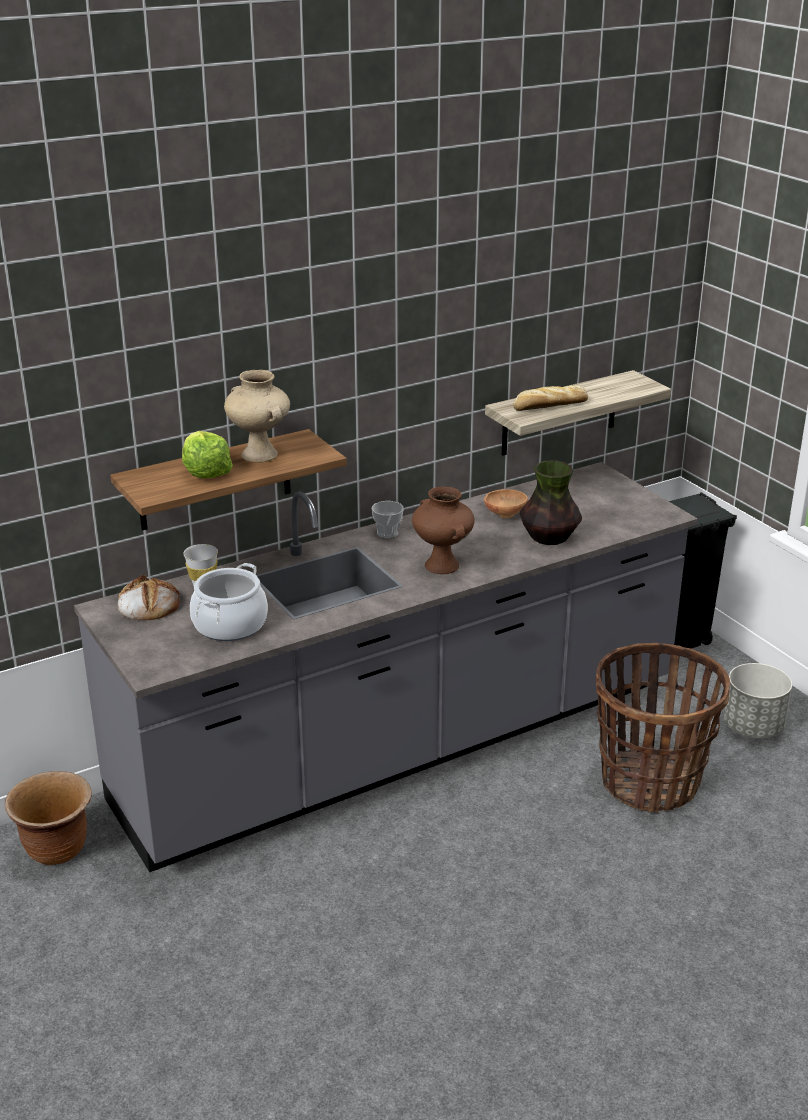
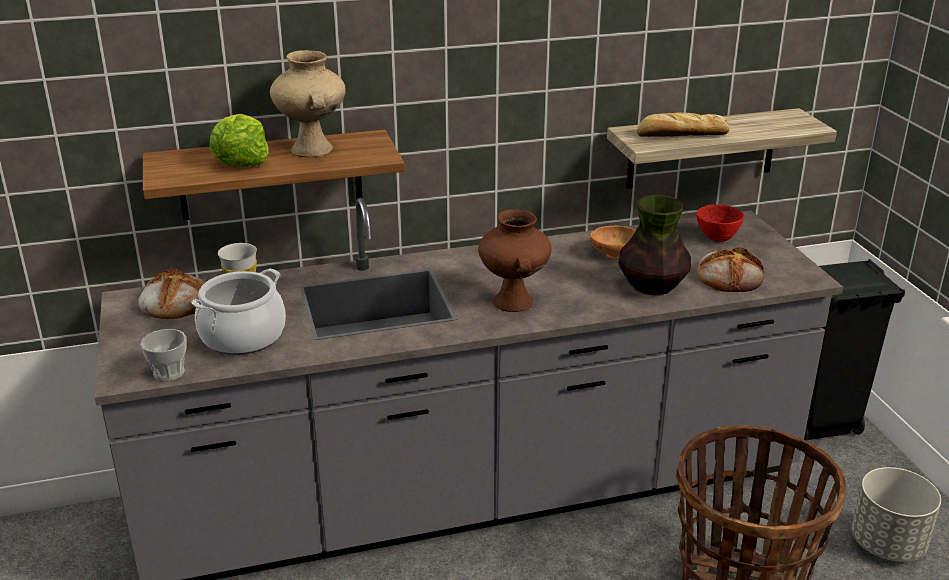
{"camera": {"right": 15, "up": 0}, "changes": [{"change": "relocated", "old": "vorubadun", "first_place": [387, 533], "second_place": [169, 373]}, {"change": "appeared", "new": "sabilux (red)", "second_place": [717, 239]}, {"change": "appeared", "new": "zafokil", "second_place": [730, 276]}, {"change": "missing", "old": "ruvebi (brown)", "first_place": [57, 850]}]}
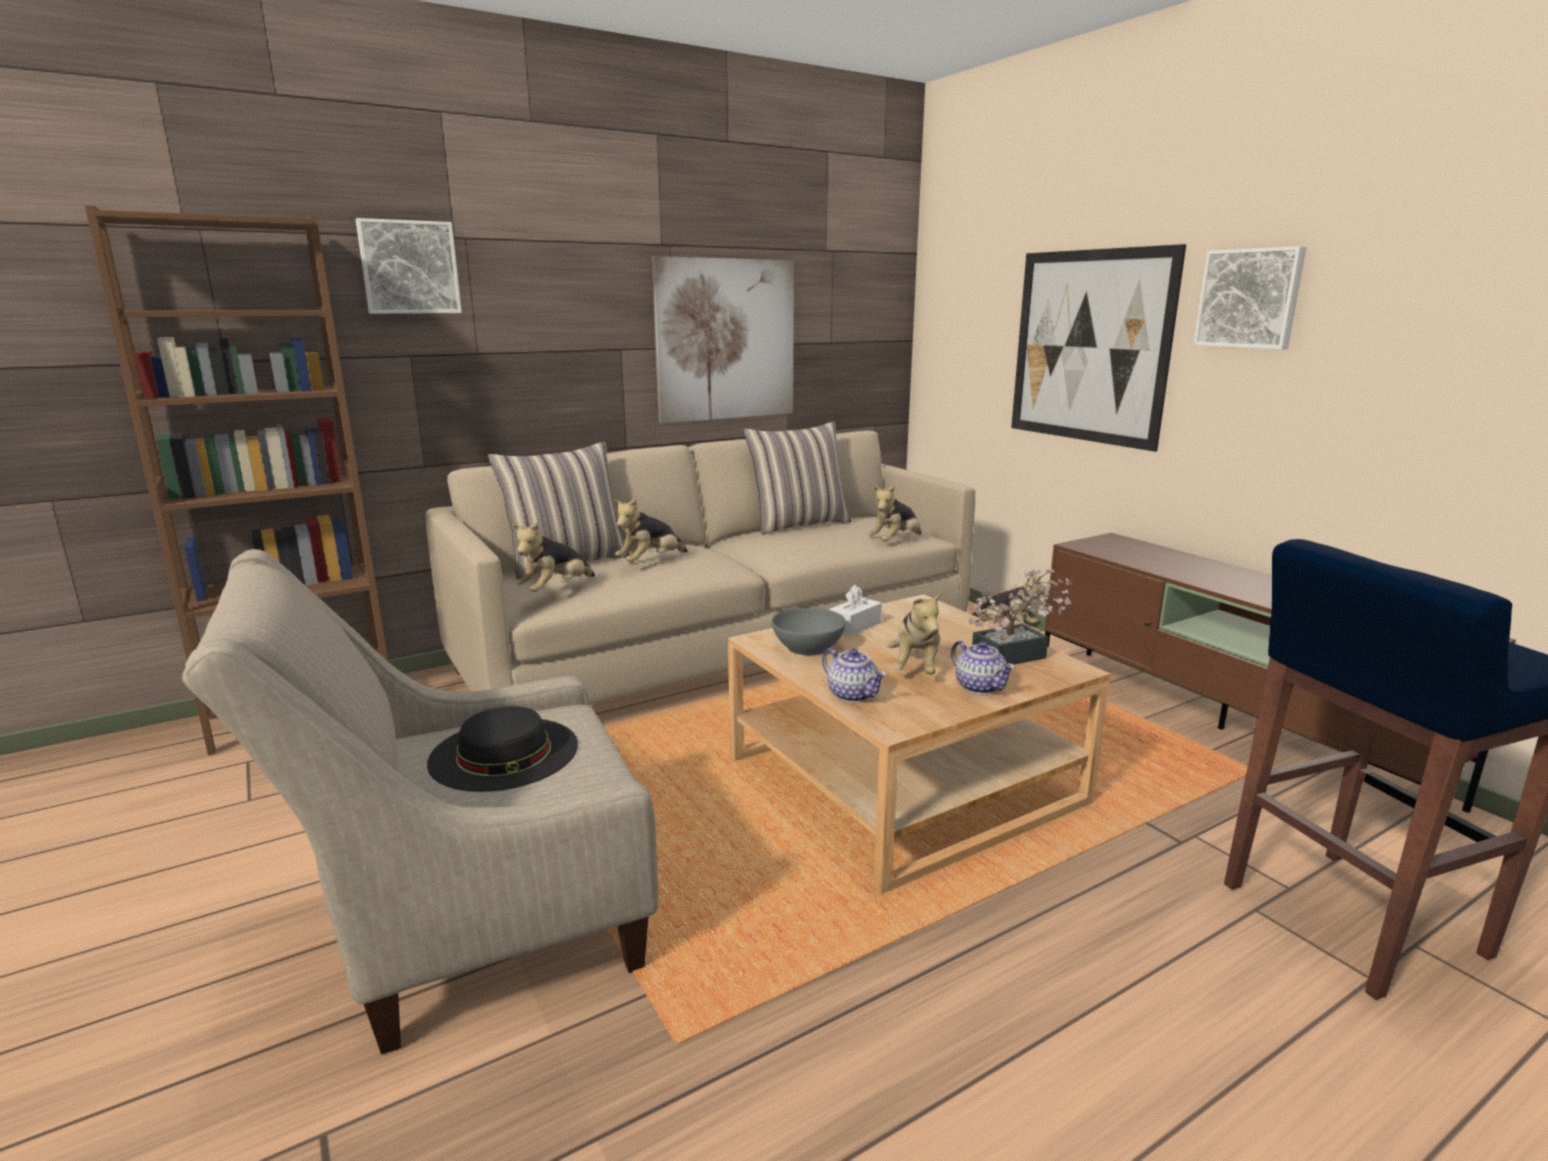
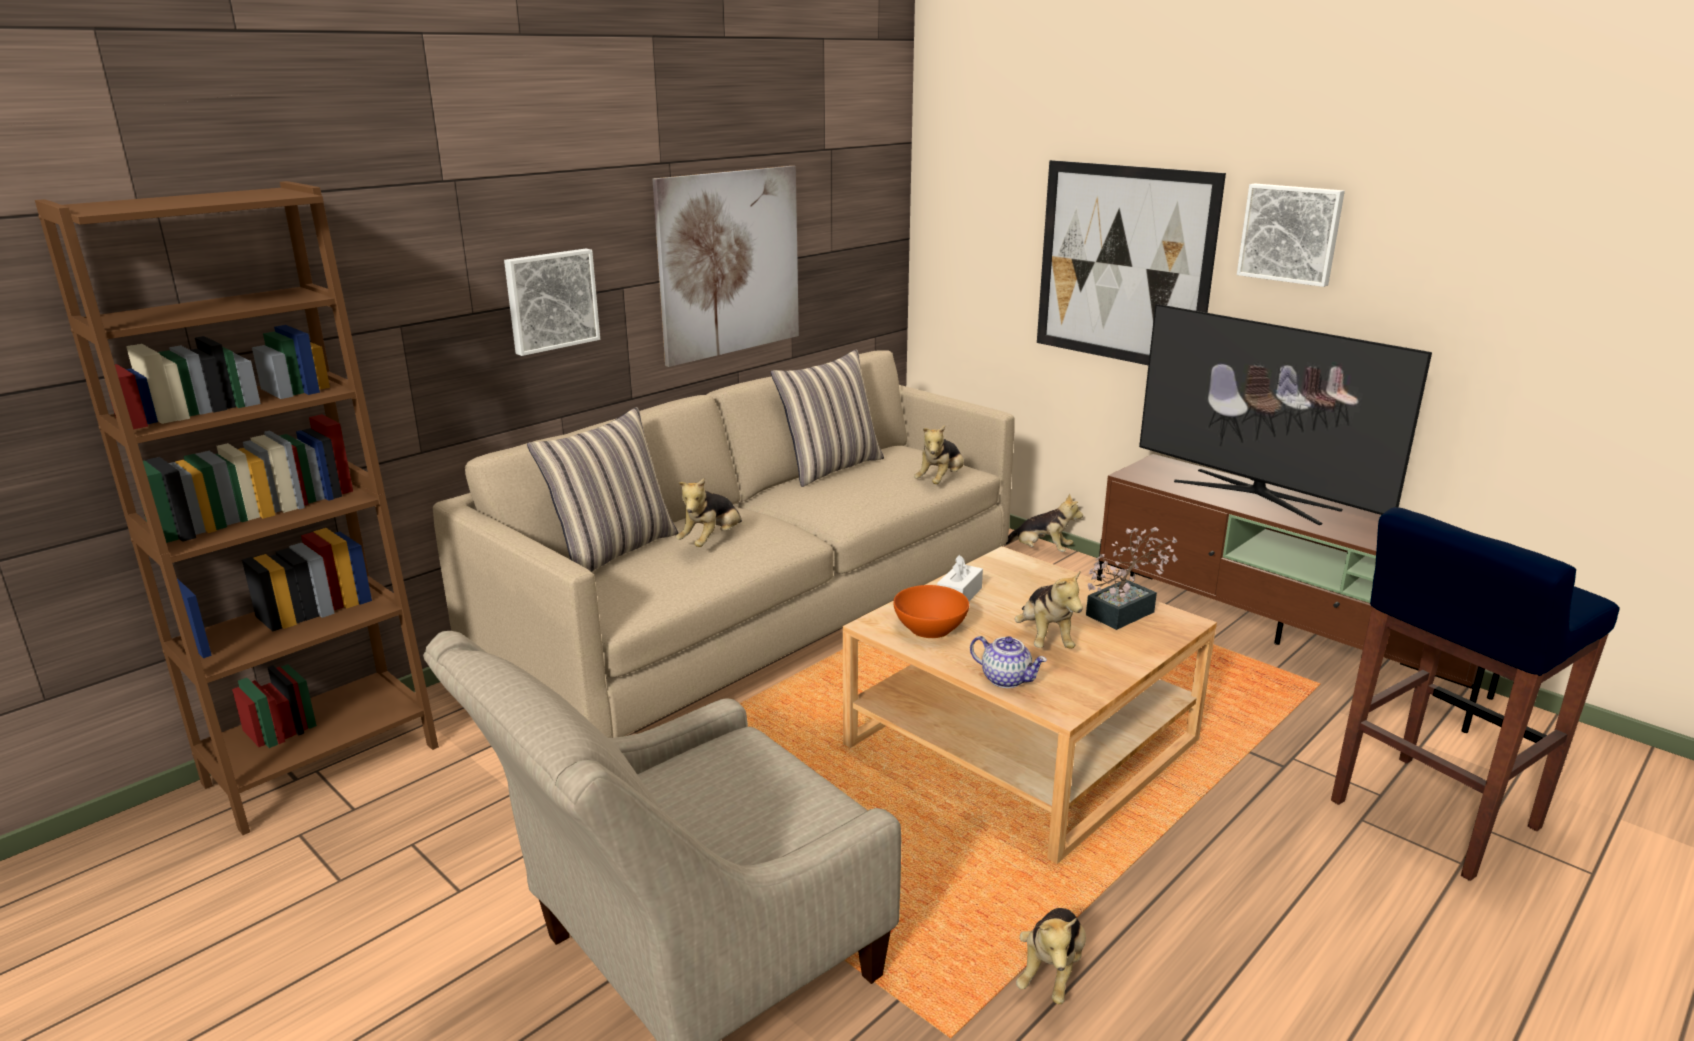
{"camera": {"right": -15, "up": 5}, "changes": [{"change": "relocated", "old": "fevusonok", "first_place": [409, 267], "second_place": [551, 300]}, {"change": "colour", "old": "sabilux (grey)", "new": "sabilux (orange)", "first_place": [808, 647], "second_place": [930, 628]}, {"change": "relocated", "old": "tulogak", "first_place": [555, 590], "second_place": [1051, 972]}, {"change": "appeared", "new": "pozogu", "second_place": [1255, 495]}, {"change": "missing", "old": "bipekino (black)", "first_place": [504, 753]}, {"change": "missing", "old": "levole", "first_place": [979, 686]}]}
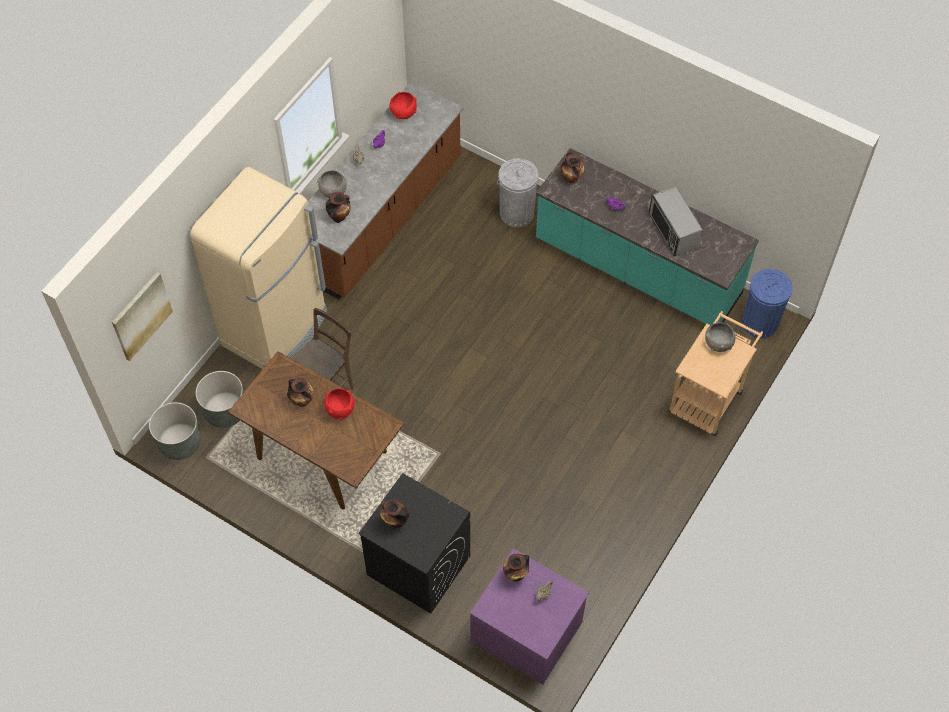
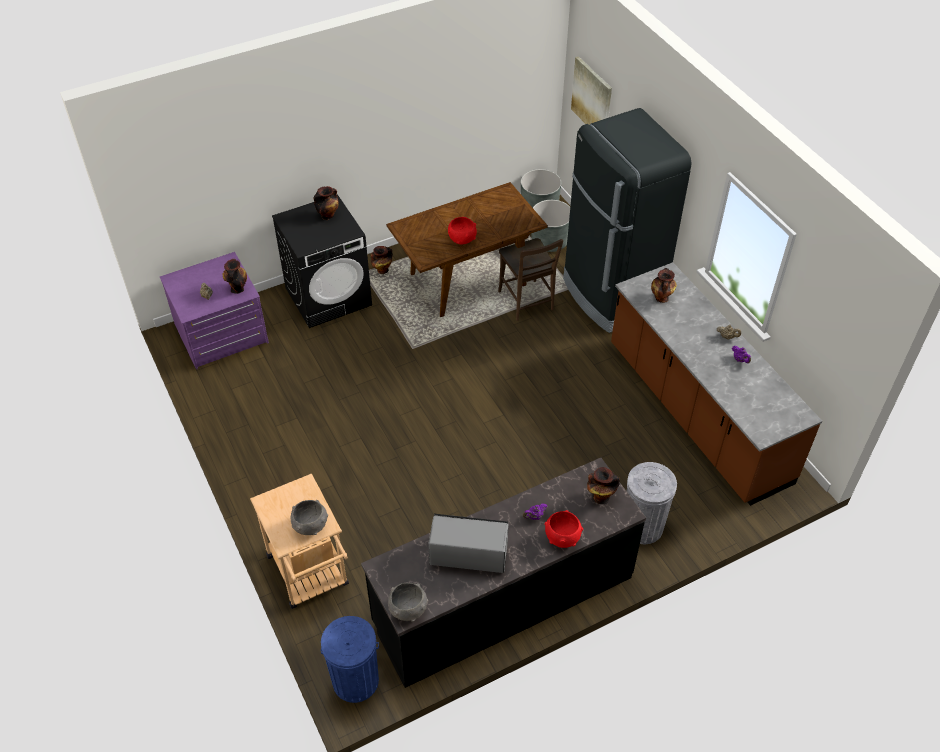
{"camera": {"right": 120, "up": -10}, "changes": [{"change": "colour", "old": "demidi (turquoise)", "new": "demidi (black)", "first_place": [637, 268], "second_place": [503, 599]}, {"change": "relocated", "old": "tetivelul", "first_place": [302, 401], "second_place": [382, 271]}, {"change": "relocated", "old": "sabilux (grey)", "first_place": [333, 192], "second_place": [408, 609]}, {"change": "relocated", "old": "sabilux (red)", "first_place": [403, 113], "second_place": [562, 537]}, {"change": "colour", "old": "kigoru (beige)", "new": "kigoru (black)", "first_place": [276, 329], "second_place": [611, 296]}]}
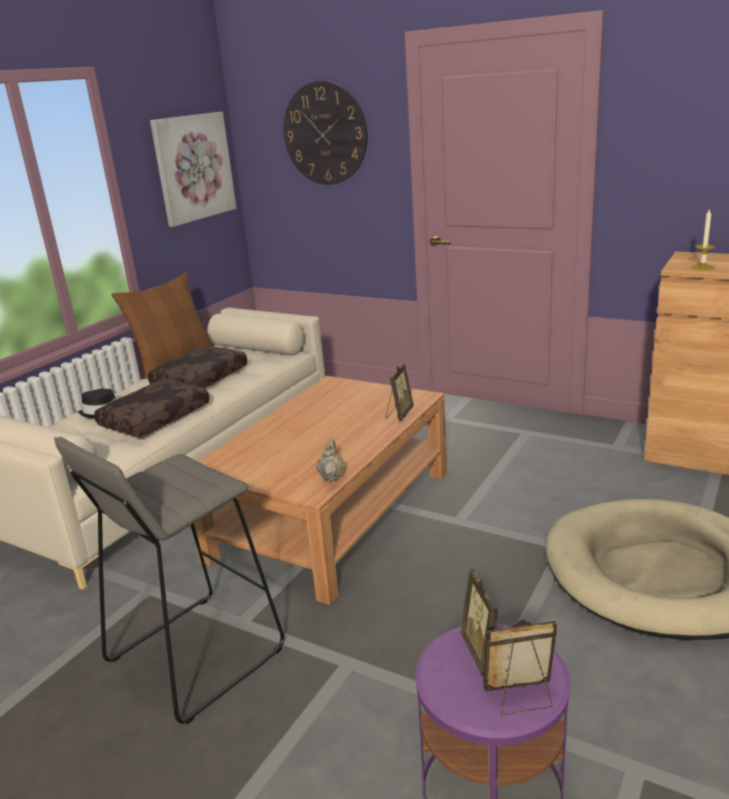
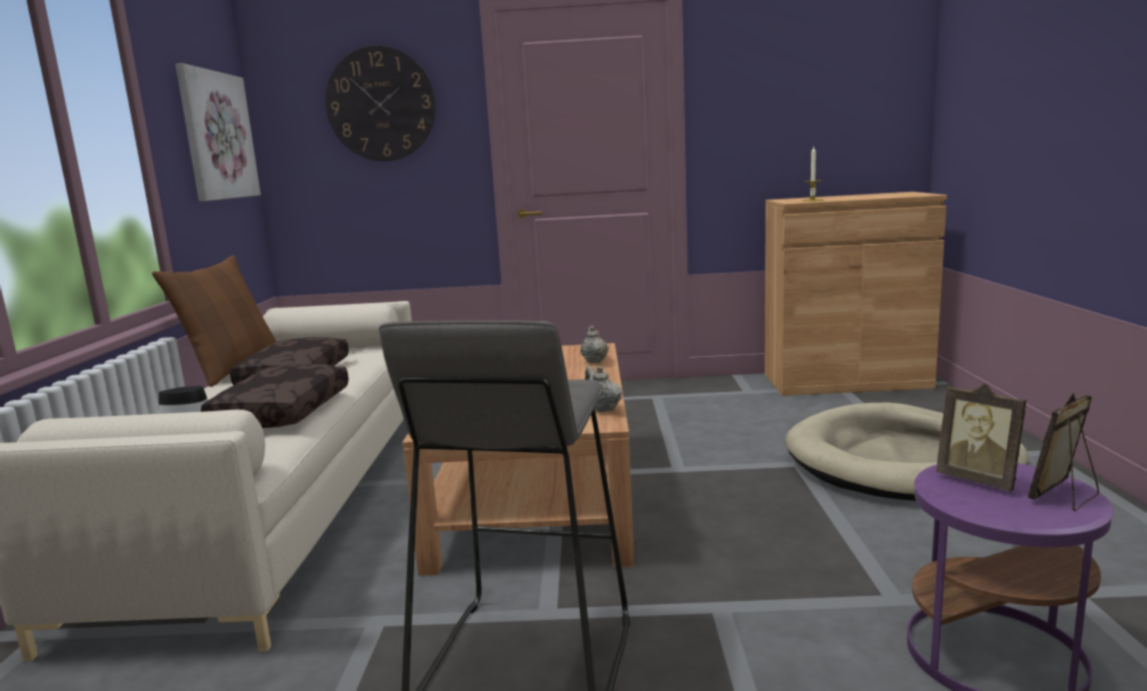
{"camera": {"right": -30, "up": -10}, "changes": [{"change": "exchanged", "old": "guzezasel", "new": "levole (beige)", "first_place": [399, 414], "second_place": [594, 361]}]}
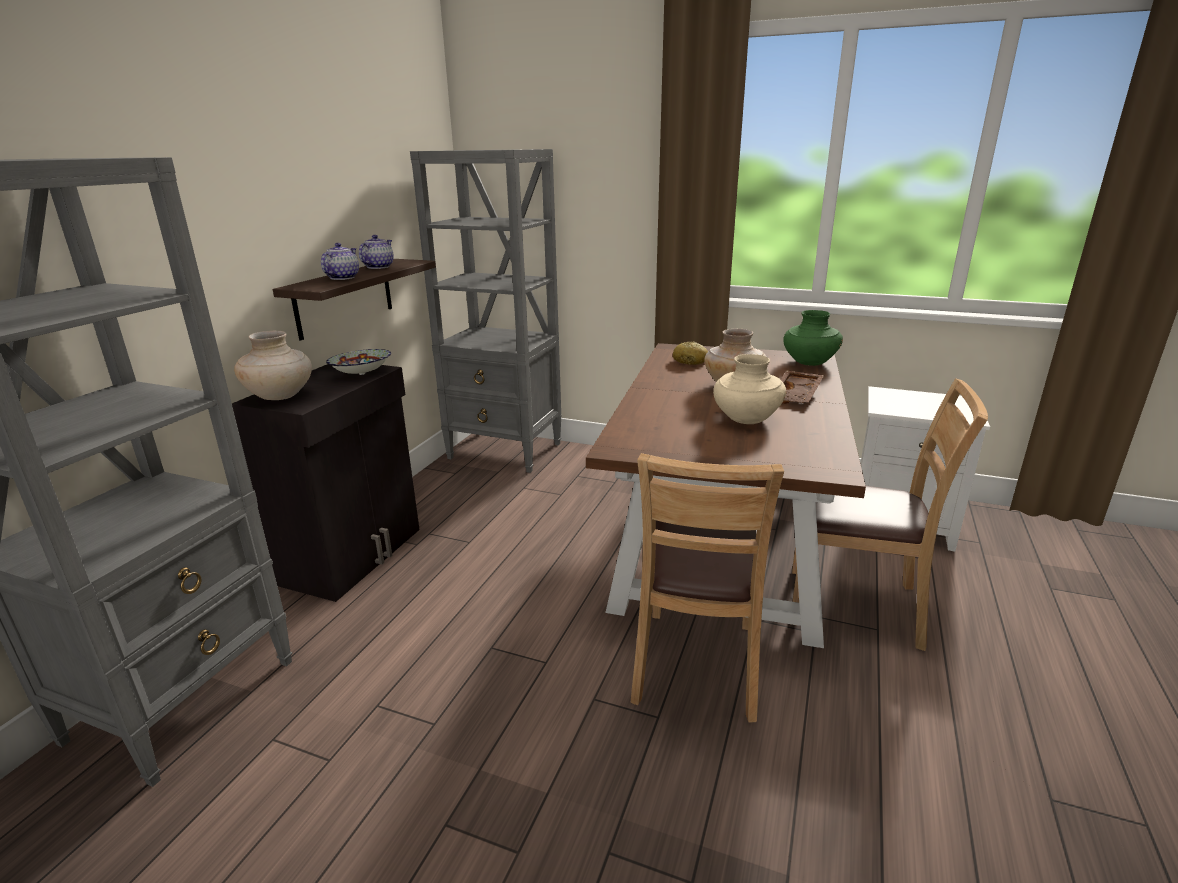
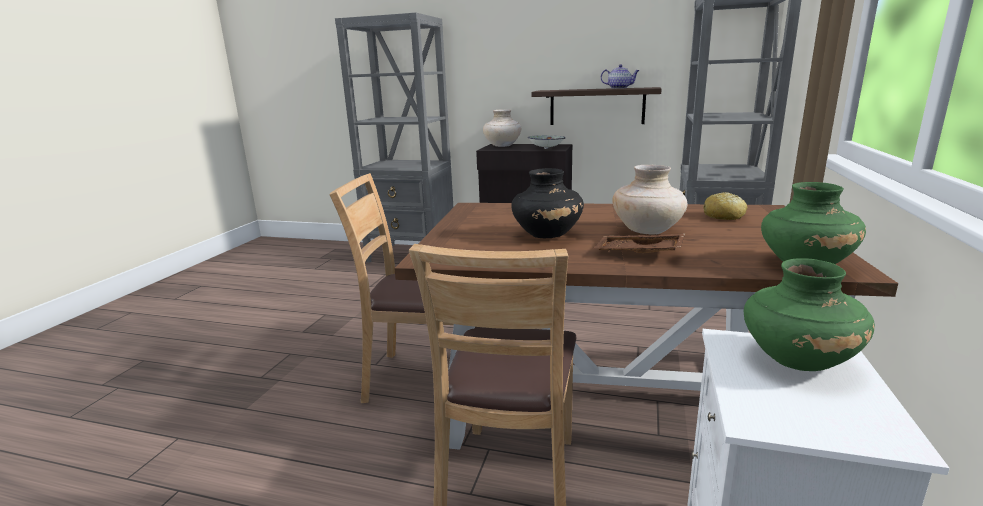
{"camera": {"right": 85, "up": -5}, "changes": [{"change": "colour", "old": "tetivelul (beige)", "new": "tetivelul (black)", "first_place": [746, 419], "second_place": [546, 235]}, {"change": "appeared", "new": "tetivelul (green)", "second_place": [797, 359]}, {"change": "missing", "old": "levole", "first_place": [342, 277]}]}
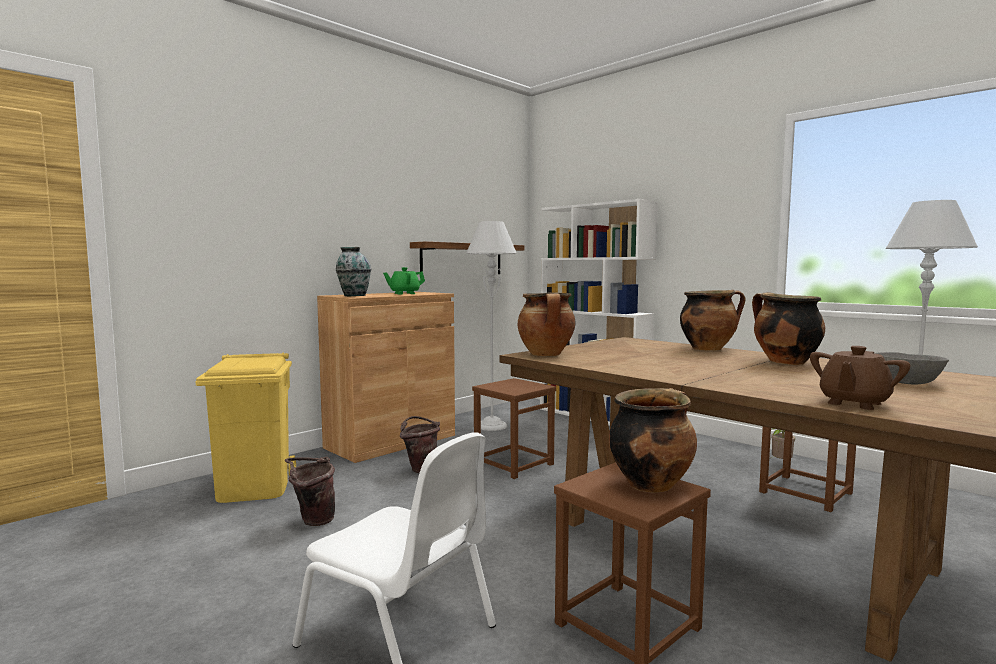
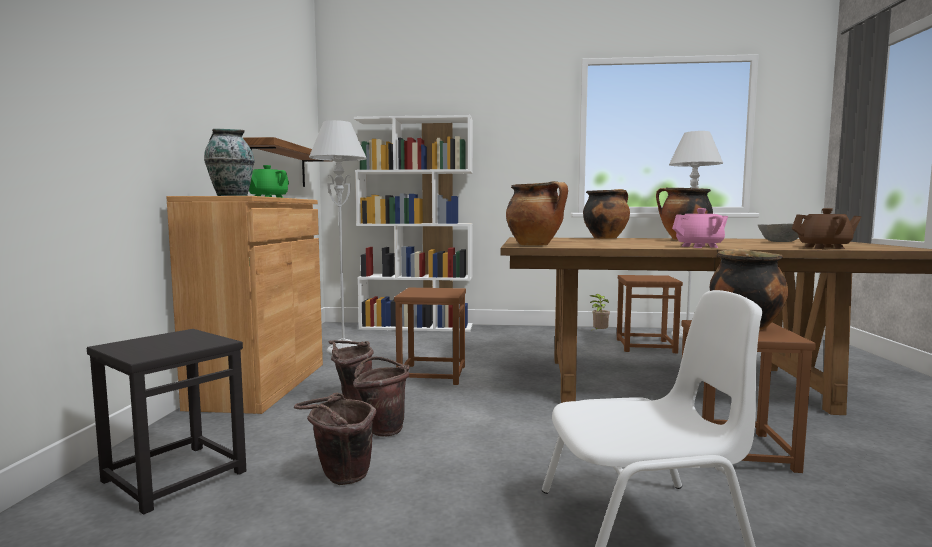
{"camera": {"right": -40, "up": 0}, "changes": [{"change": "exchanged", "old": "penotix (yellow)", "new": "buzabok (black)", "first_place": [254, 488], "second_place": [174, 476]}, {"change": "appeared", "new": "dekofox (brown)", "second_place": [383, 429]}, {"change": "appeared", "new": "levole (pink)", "second_place": [700, 246]}, {"change": "spun", "old": "levole (brown)", "first_place": [853, 403], "second_place": [824, 247], "degrees": -90}]}
